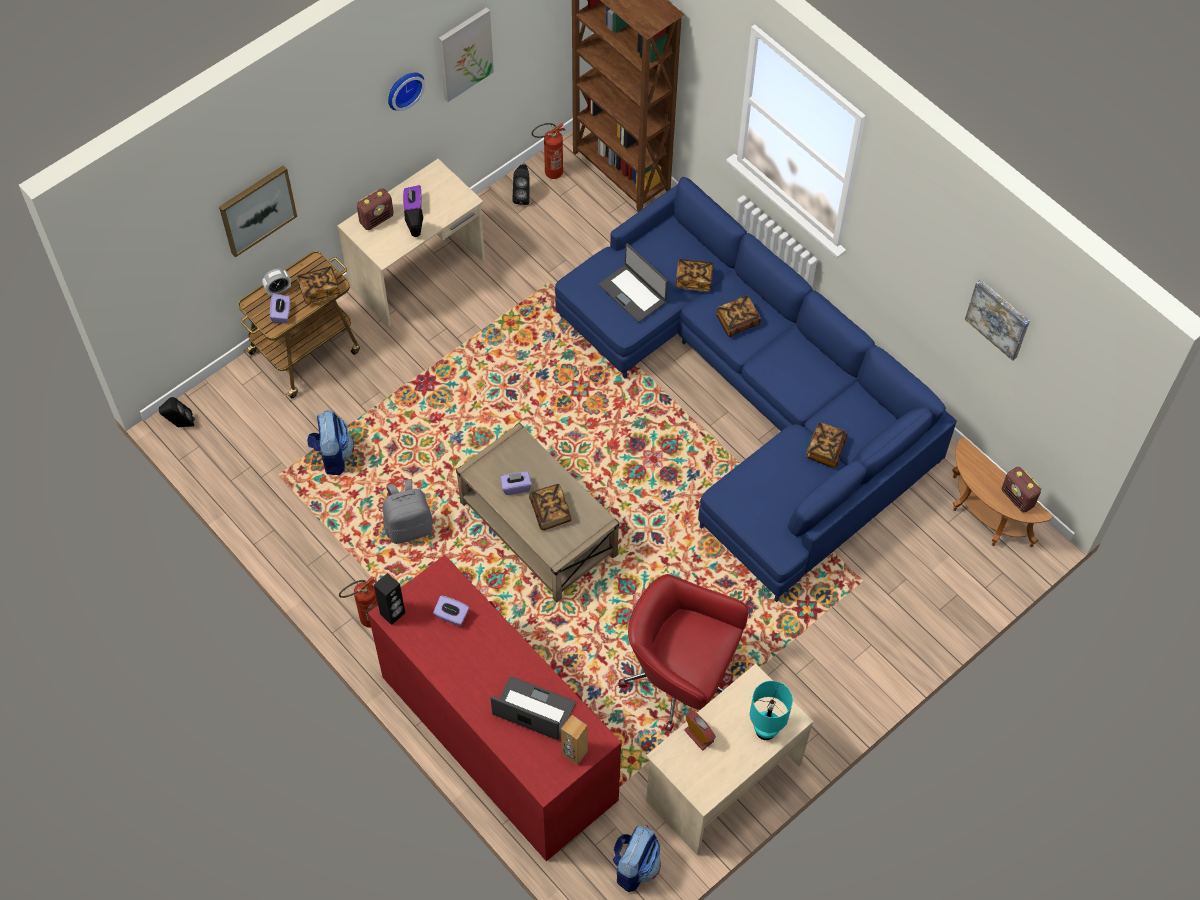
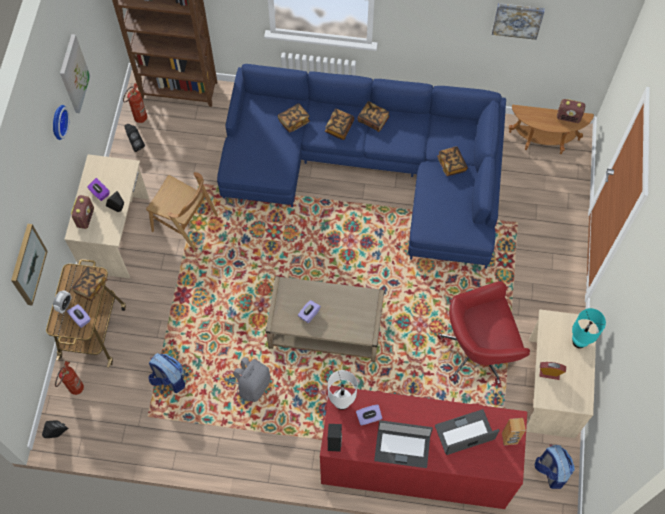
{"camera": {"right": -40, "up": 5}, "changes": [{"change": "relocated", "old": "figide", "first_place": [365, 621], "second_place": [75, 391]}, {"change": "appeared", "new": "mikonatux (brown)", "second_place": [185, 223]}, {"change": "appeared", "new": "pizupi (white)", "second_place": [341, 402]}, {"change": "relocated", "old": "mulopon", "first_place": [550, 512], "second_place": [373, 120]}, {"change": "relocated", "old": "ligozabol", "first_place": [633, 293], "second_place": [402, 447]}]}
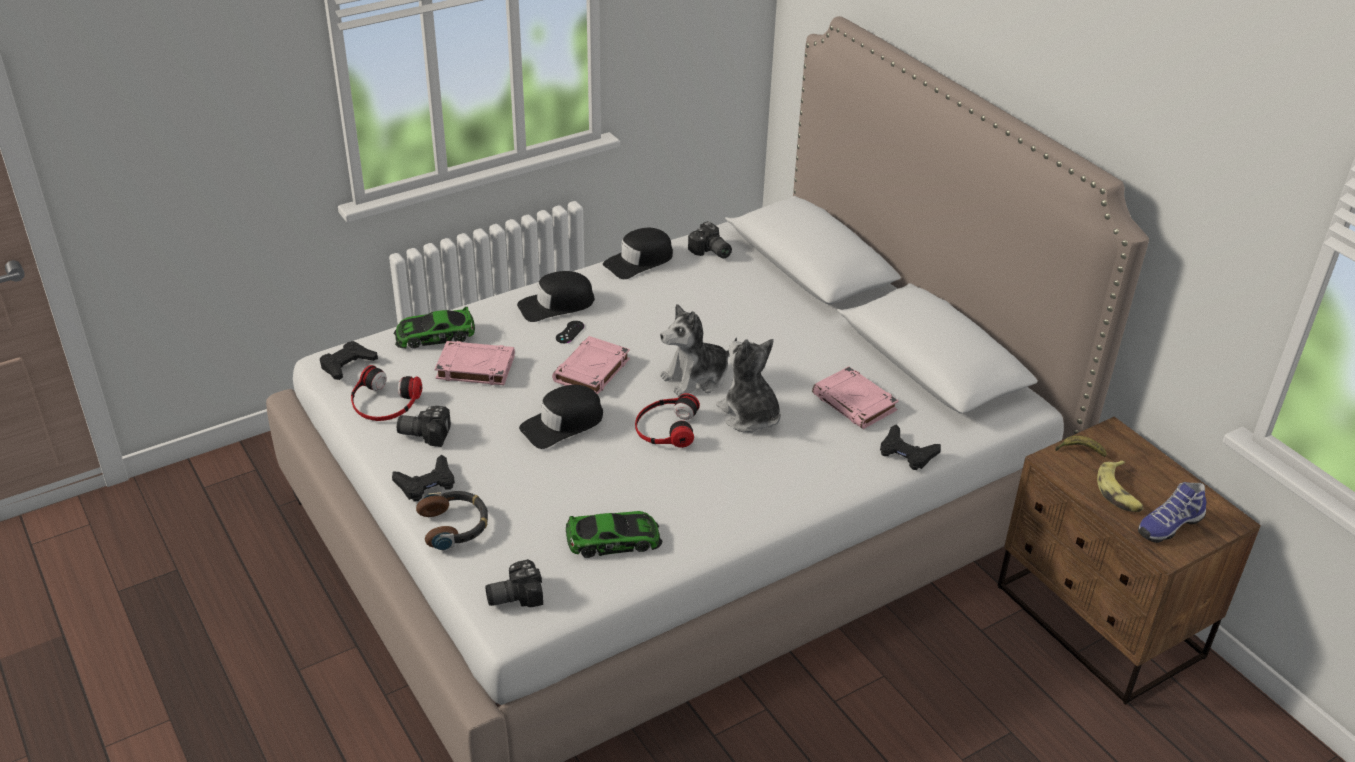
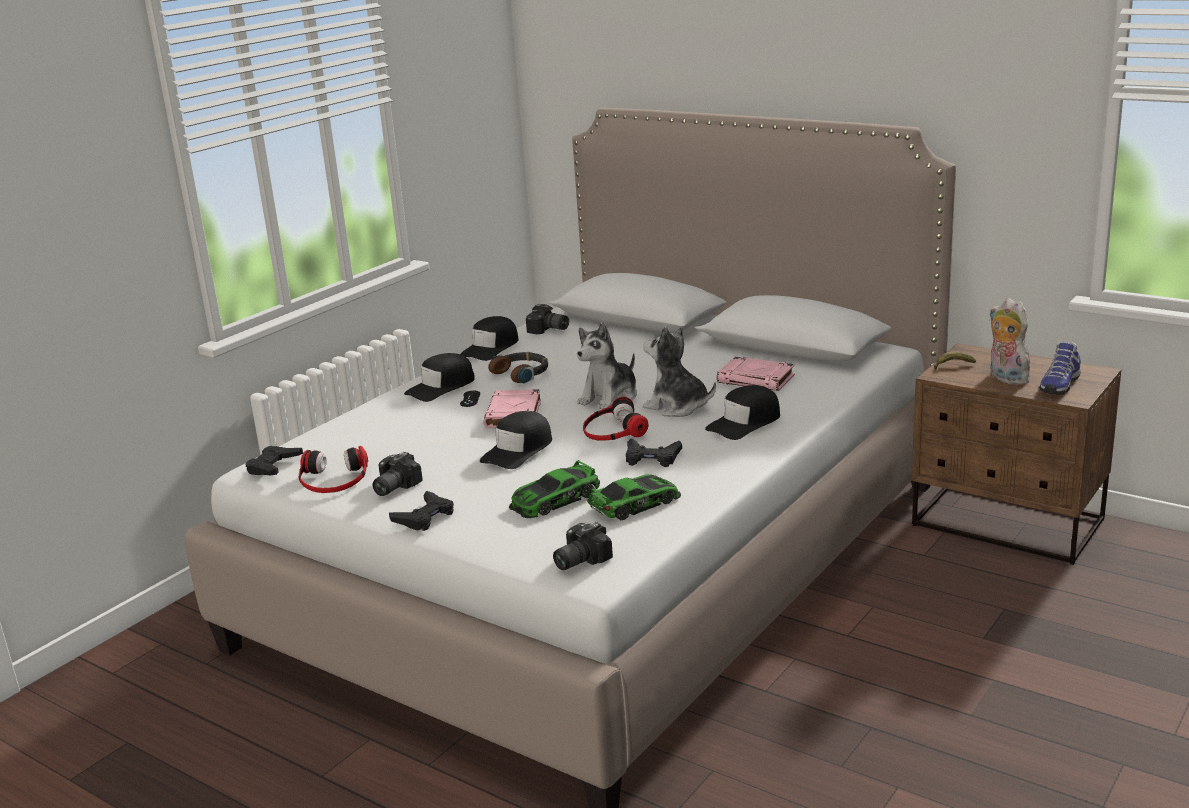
{"camera": {"right": -20, "up": -15}, "changes": [{"change": "spun", "old": "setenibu", "first_place": [425, 432], "second_place": [392, 487], "degrees": -45}, {"change": "relocated", "old": "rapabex", "first_place": [455, 525], "second_place": [522, 373]}, {"change": "relocated", "old": "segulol", "first_place": [434, 335], "second_place": [554, 499]}, {"change": "relocated", "old": "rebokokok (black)", "first_place": [907, 453], "second_place": [651, 458]}, {"change": "appeared", "new": "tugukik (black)", "second_place": [745, 423]}, {"change": "exchanged", "old": "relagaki", "new": "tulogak", "first_place": [1119, 492], "second_place": [1005, 378]}, {"change": "missing", "old": "mulopon (pink)", "first_place": [474, 367]}]}
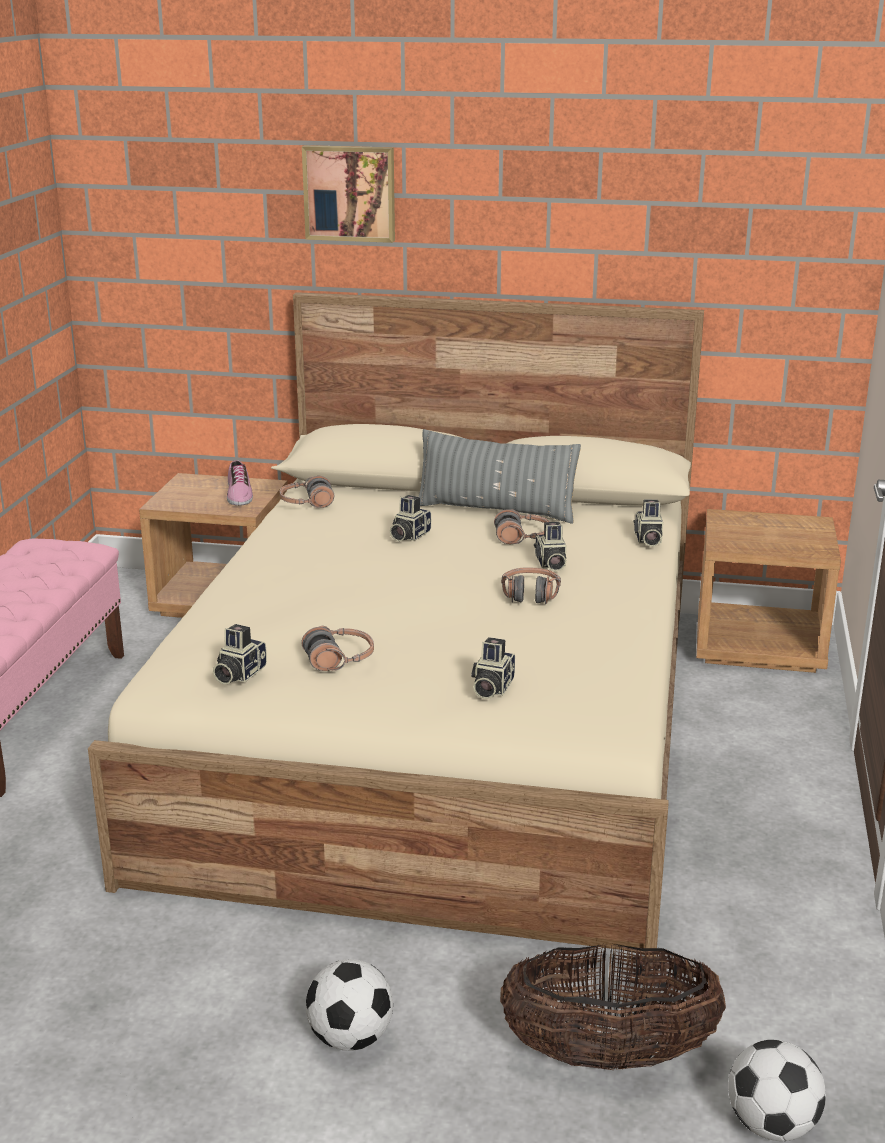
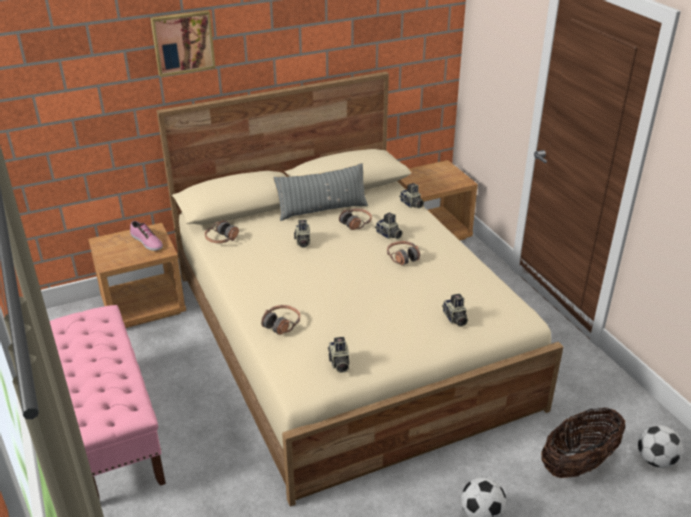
{"camera": {"right": -35, "up": 10}, "changes": [{"change": "relocated", "old": "rapabex", "first_place": [339, 659], "second_place": [281, 324]}]}
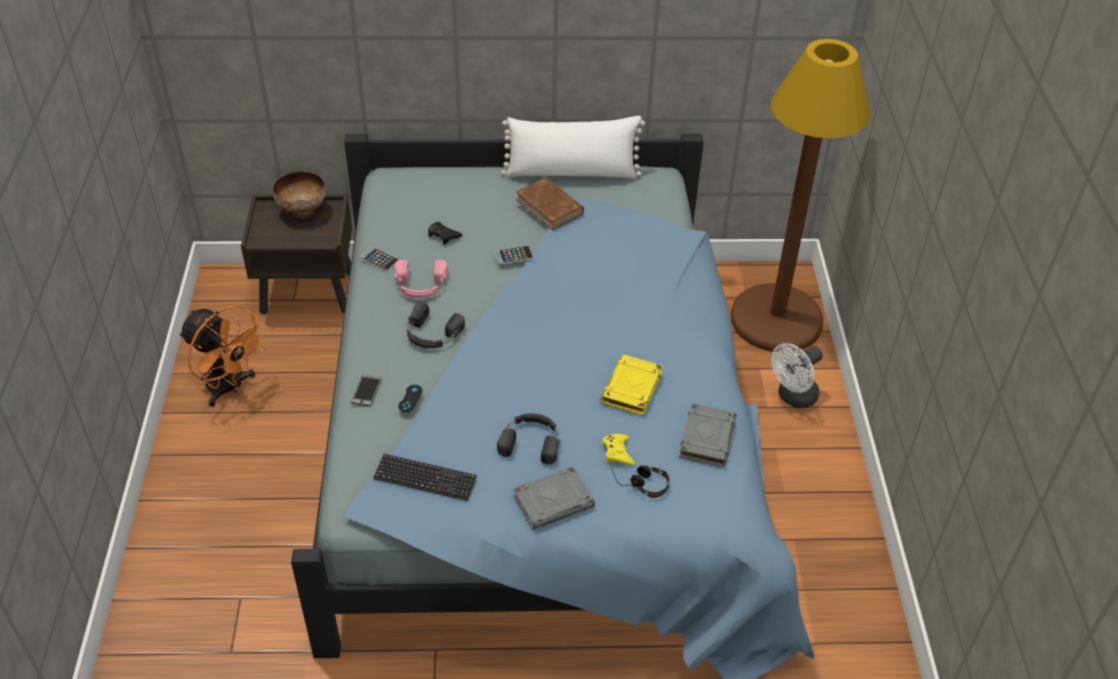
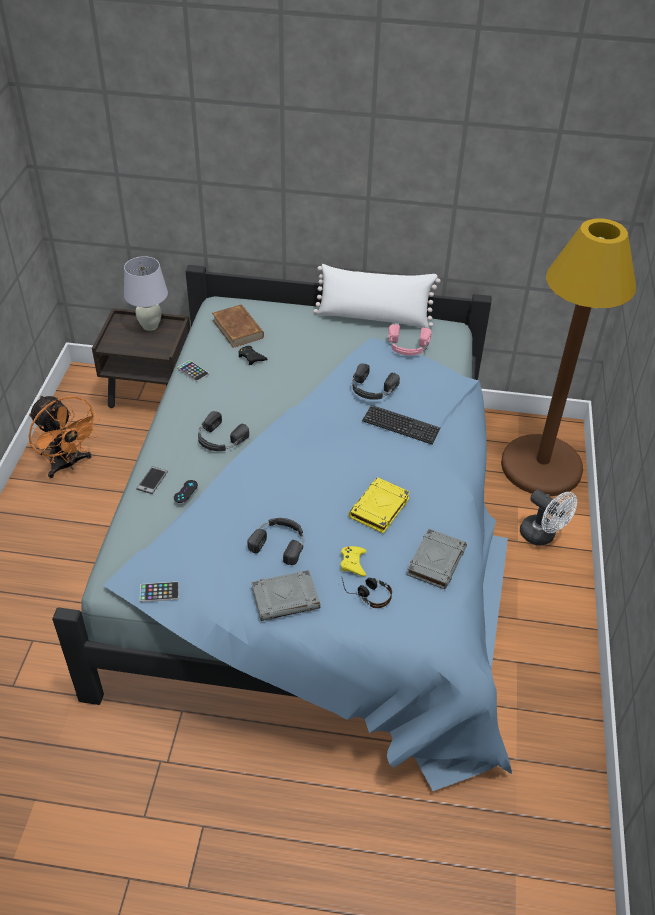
{"camera": {"right": 10, "up": 0}, "changes": [{"change": "exchanged", "old": "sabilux", "new": "pizupi (white)", "first_place": [303, 211], "second_place": [150, 326]}, {"change": "relocated", "old": "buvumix", "first_place": [514, 255], "second_place": [159, 592]}, {"change": "relocated", "old": "mulopon (brown)", "first_place": [549, 207], "second_place": [238, 329]}, {"change": "appeared", "new": "rapabex (black)", "second_place": [371, 389]}, {"change": "relocated", "old": "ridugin", "first_place": [425, 478], "second_place": [401, 426]}, {"change": "relocated", "old": "rapabex (pink)", "first_place": [420, 285], "second_place": [407, 346]}, {"change": "spun", "old": "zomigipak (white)", "first_place": [793, 397], "second_place": [542, 536], "degrees": -105}]}
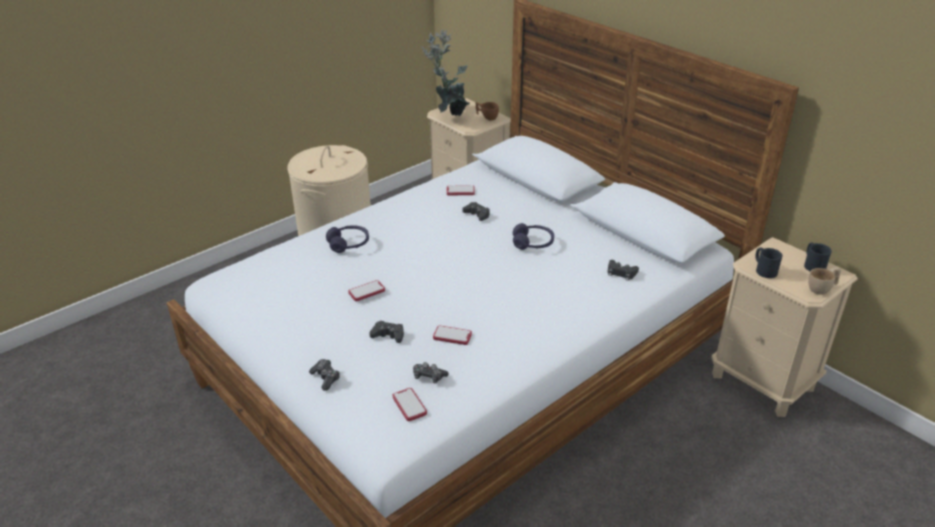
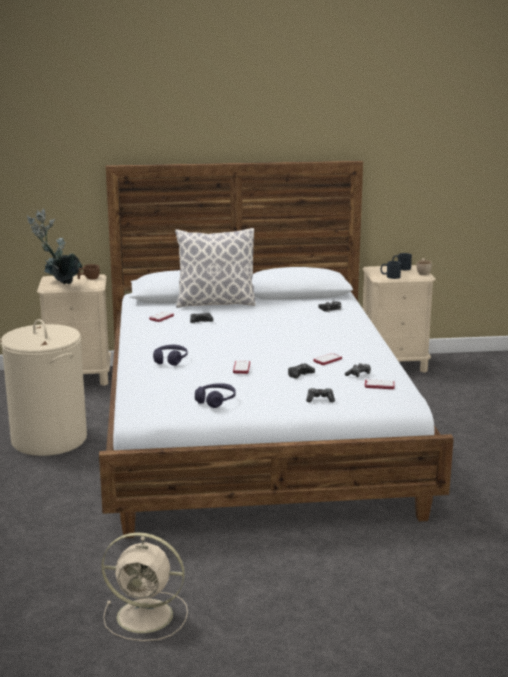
{"camera": {"right": -55, "up": -15}, "changes": [{"change": "appeared", "new": "zomigipak (beige)", "second_place": [147, 616]}, {"change": "appeared", "new": "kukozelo", "second_place": [215, 304]}, {"change": "relocated", "old": "rapabex (purple)", "first_place": [533, 243], "second_place": [215, 400]}]}
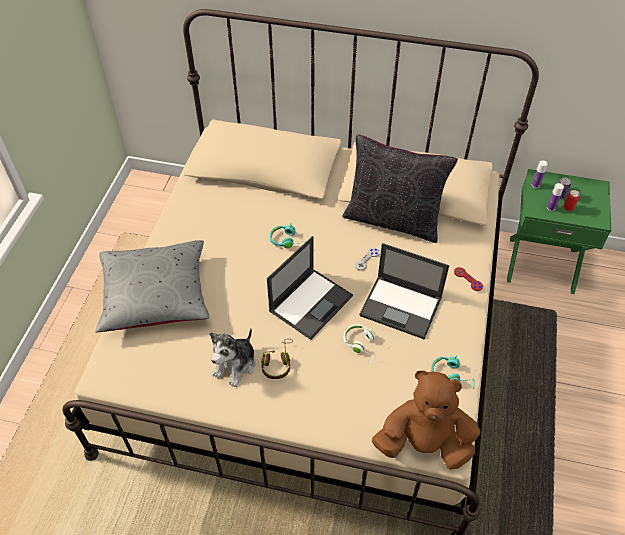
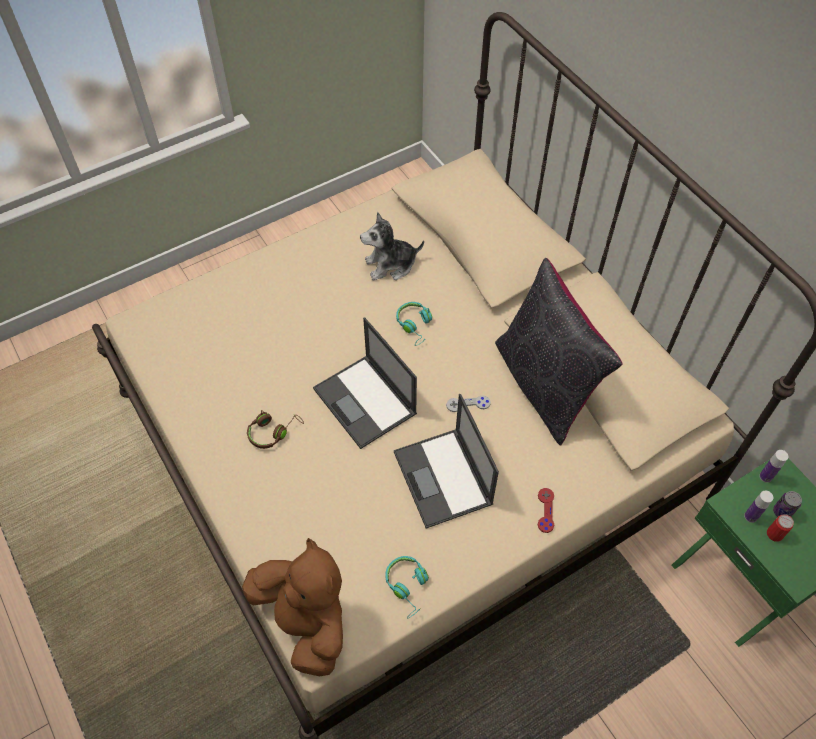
{"camera": {"right": 45, "up": 5}, "changes": [{"change": "spun", "old": "ligozabol", "first_place": [311, 302], "second_place": [366, 402], "degrees": 60}, {"change": "relocated", "old": "tulogak", "first_place": [236, 365], "second_place": [391, 265]}, {"change": "missing", "old": "kukozelo (grey)", "first_place": [155, 295]}, {"change": "missing", "old": "rapabex (white)", "first_place": [361, 345]}]}
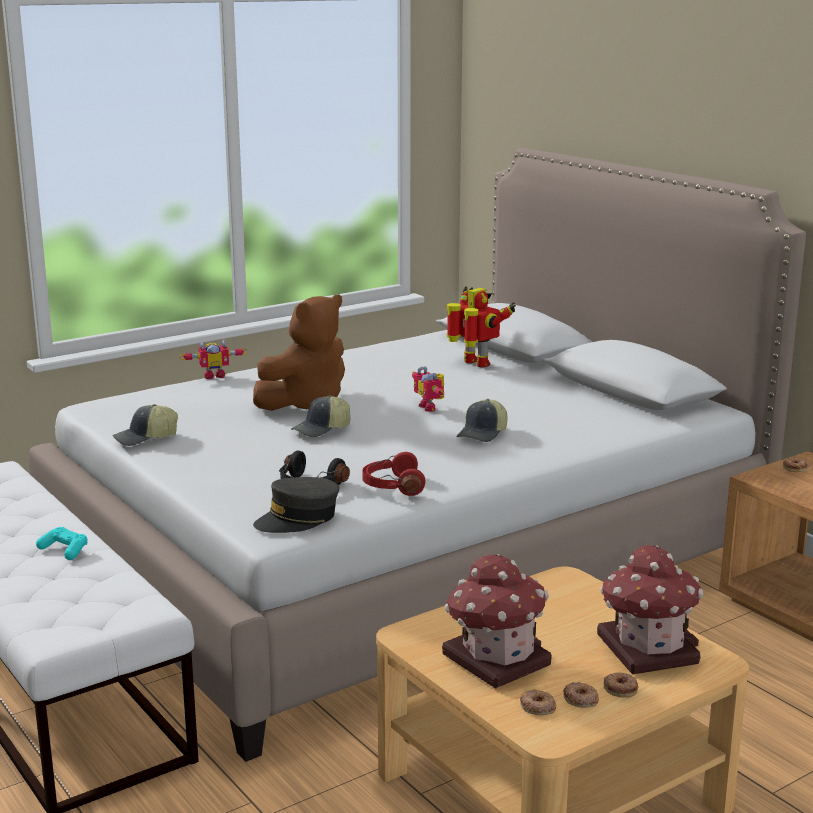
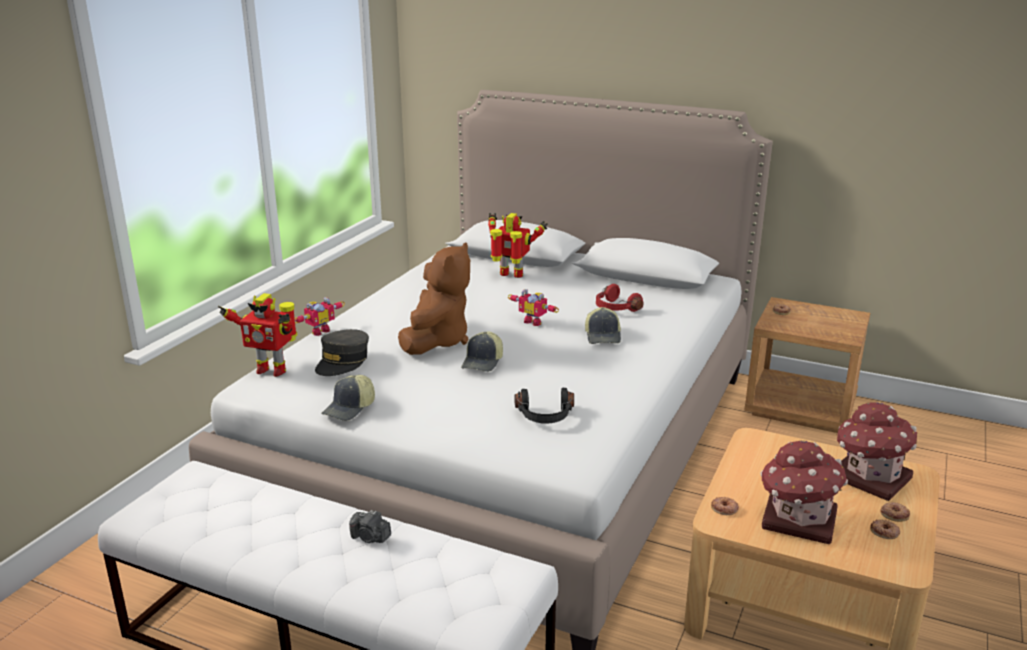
{"camera": {"right": -30, "up": 5}, "changes": [{"change": "appeared", "new": "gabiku", "second_place": [271, 370]}, {"change": "relocated", "old": "tugukik (grey)", "first_place": [298, 519], "second_place": [342, 362]}, {"change": "exchanged", "old": "rebokokok (turquoise)", "new": "setenibu", "first_place": [64, 550], "second_place": [370, 538]}, {"change": "relocated", "old": "rapabex (red)", "first_place": [392, 486], "second_place": [615, 308]}, {"change": "relocated", "old": "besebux", "first_place": [537, 707], "second_place": [724, 509]}]}
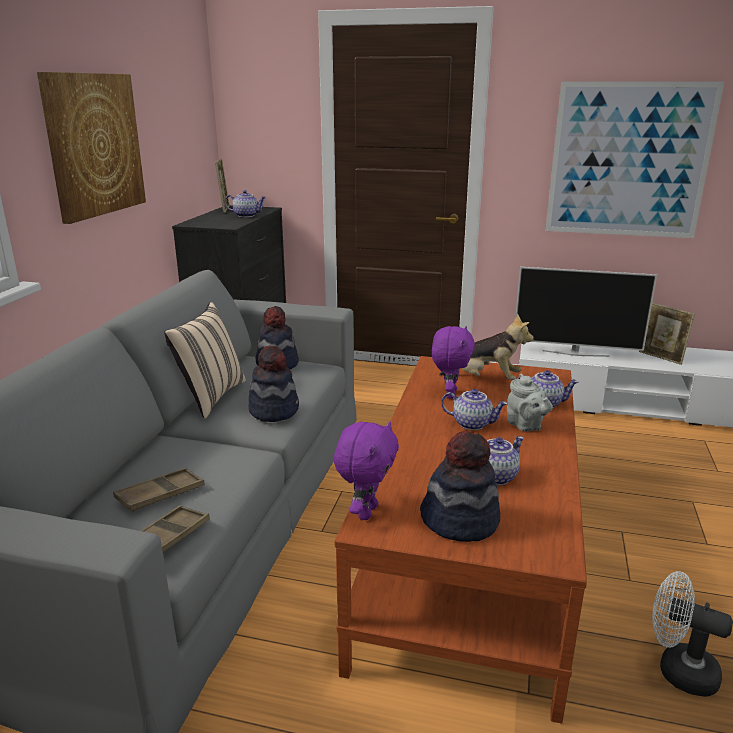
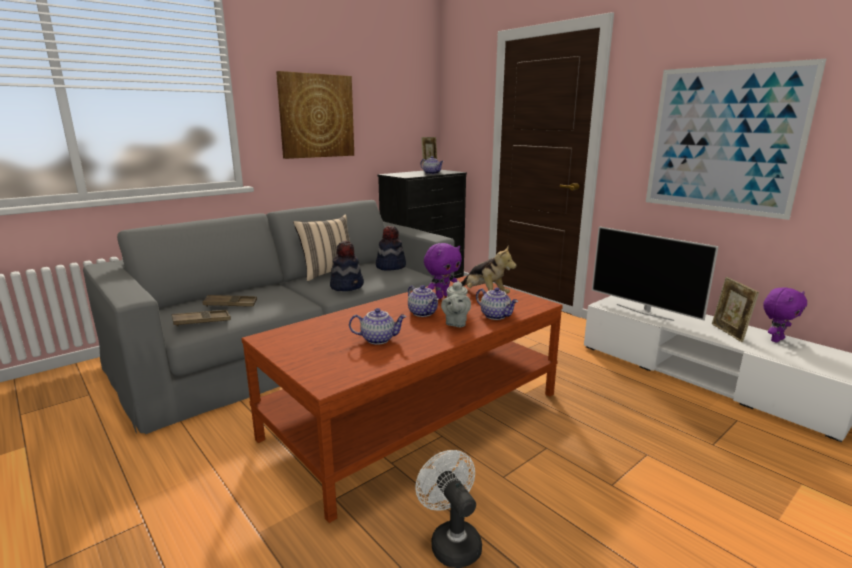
{"camera": {"right": 35, "up": -5}, "changes": [{"change": "relocated", "old": "tulogak (purple)", "first_place": [366, 511], "second_place": [776, 339]}, {"change": "missing", "old": "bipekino", "first_place": [460, 520]}]}
